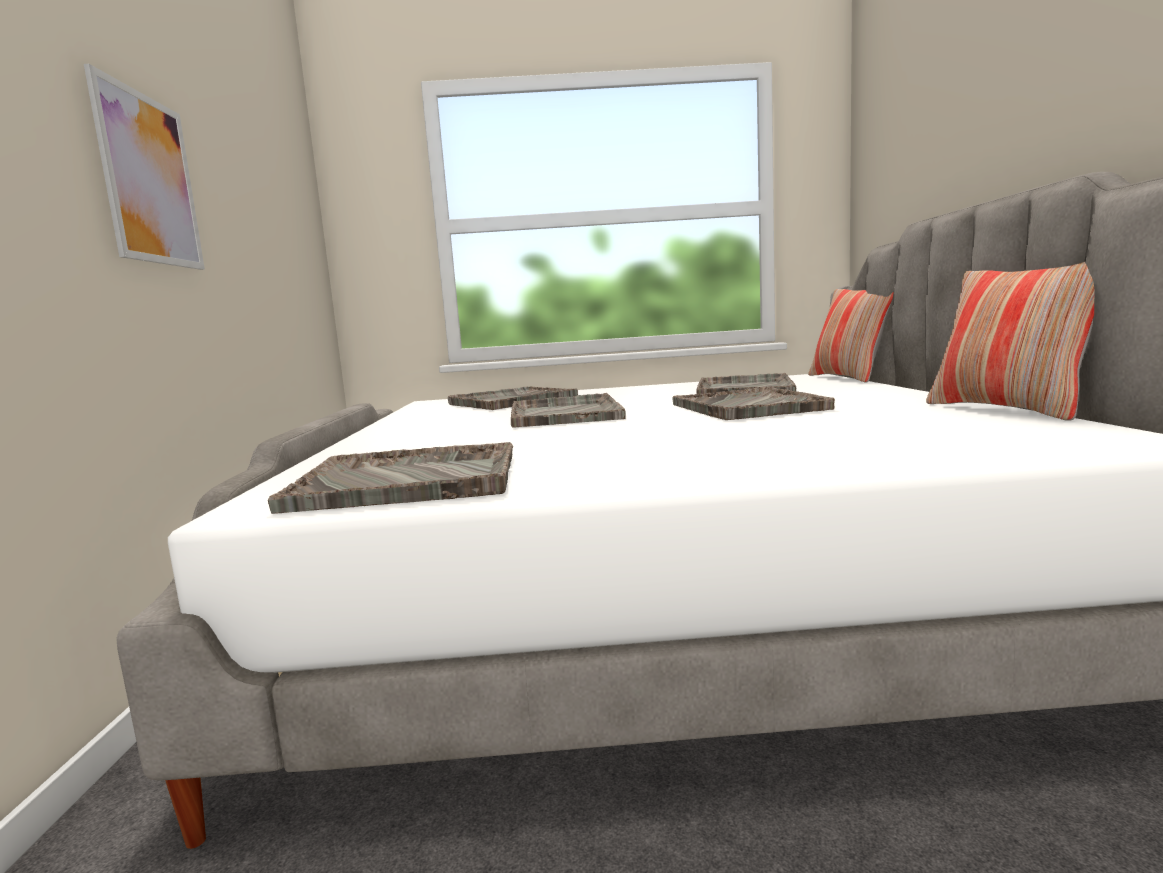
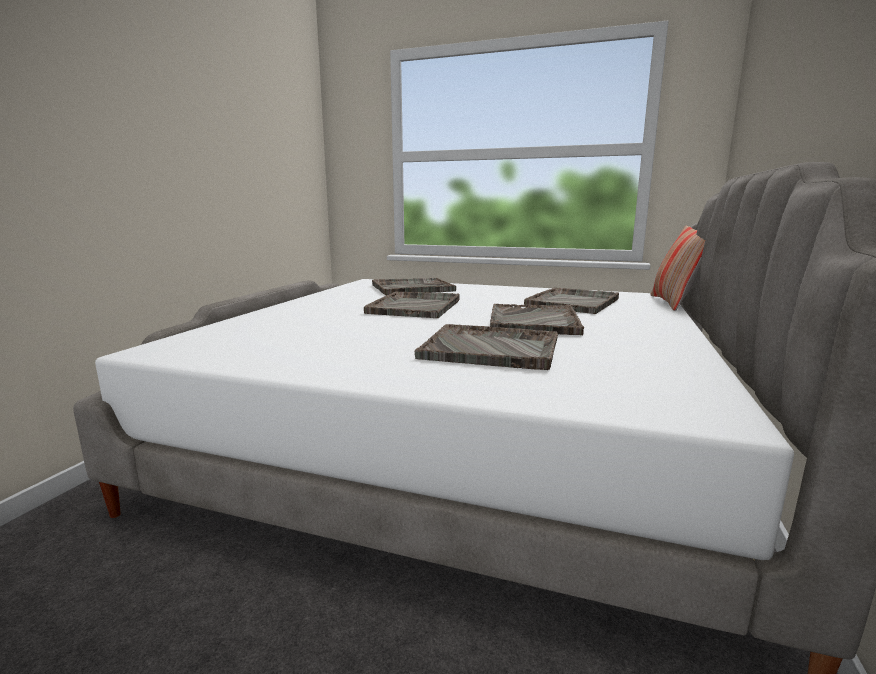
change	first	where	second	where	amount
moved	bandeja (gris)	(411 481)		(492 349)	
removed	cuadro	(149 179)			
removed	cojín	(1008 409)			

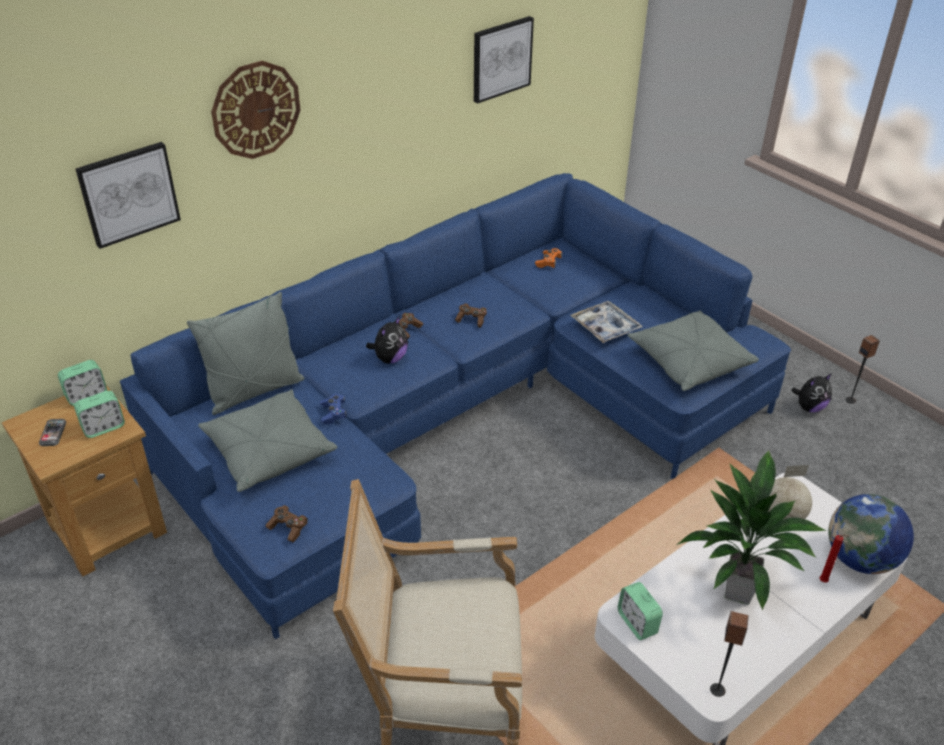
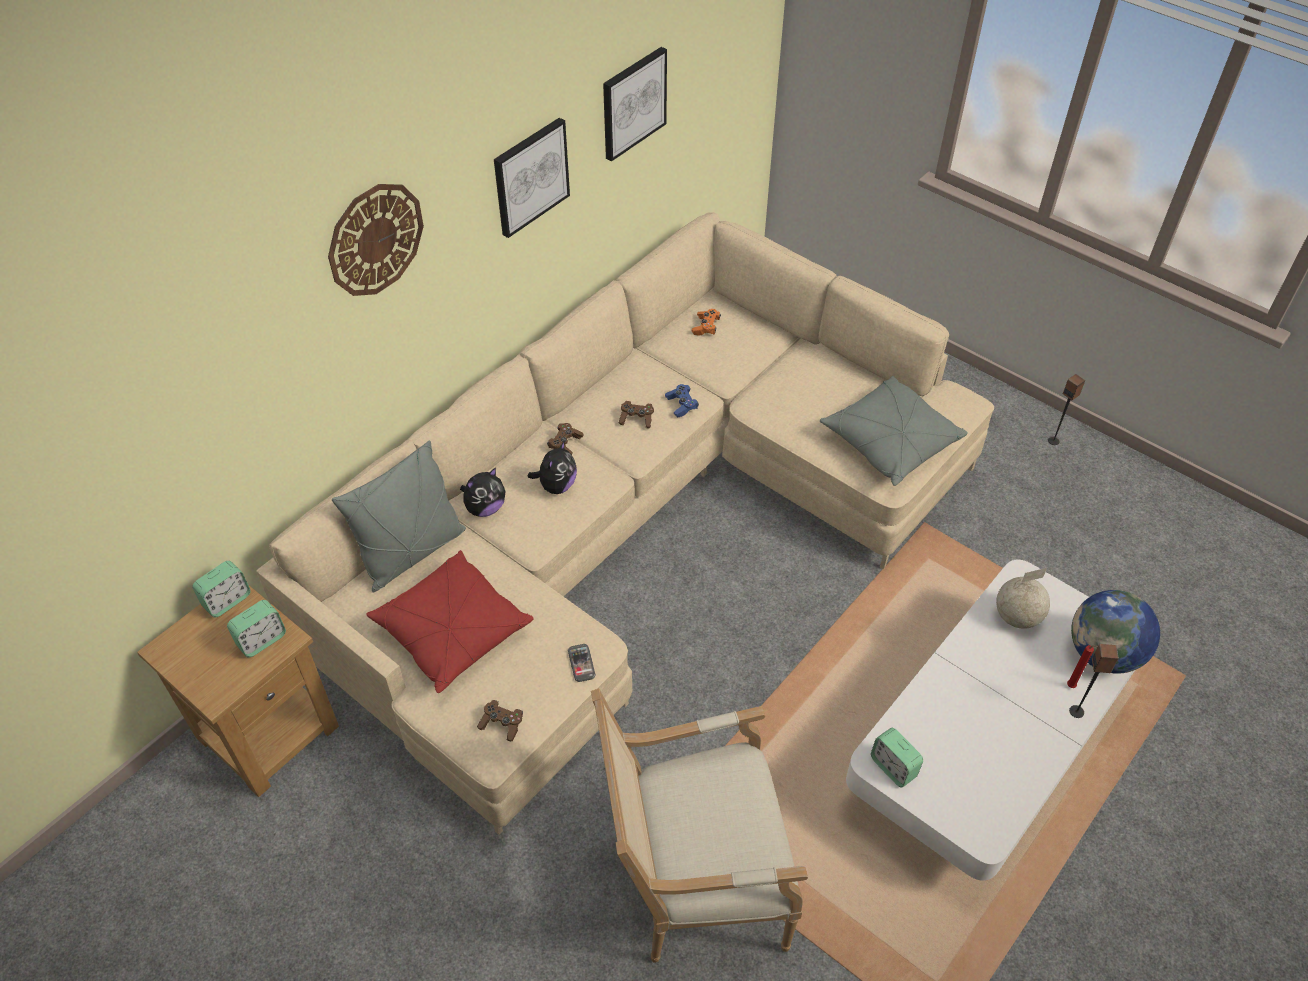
change	first	where	second	where	amount
recoloured	sofá (azul)	(462 415)	sofá (beis)	(636 523)	
recoloured	cojín (gris)	(268 452)	cojín (rojo)	(452 631)	
moved	peluche	(809 407)		(485 508)	
moved	cuadro	(128 193)		(530 176)	
moved	móvil	(53 433)		(581 663)	
moved	mando de consola (azul)	(333 413)		(681 405)	
moved	altavoz	(718 690)		(1077 711)	
removed	bandeja	(605 327)			
removed	planta en maceta	(739 591)			

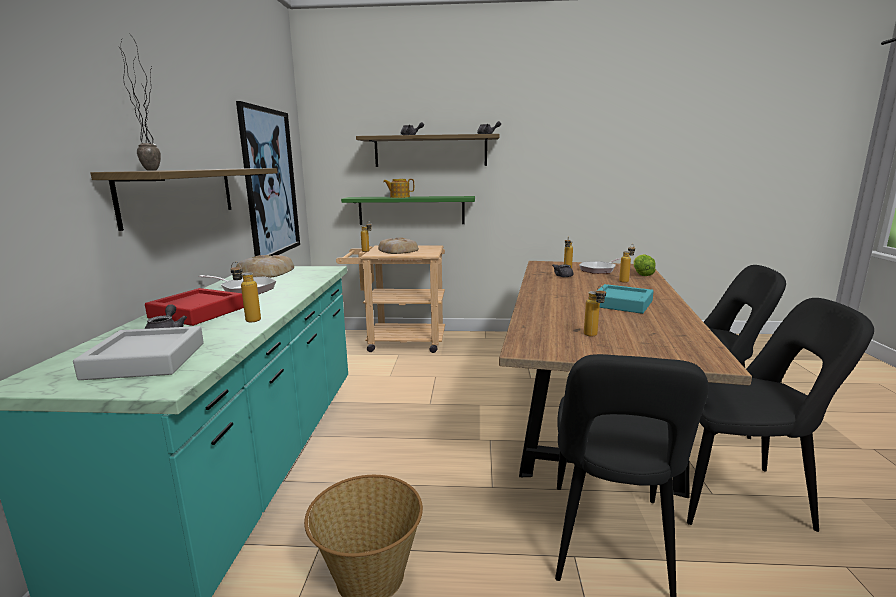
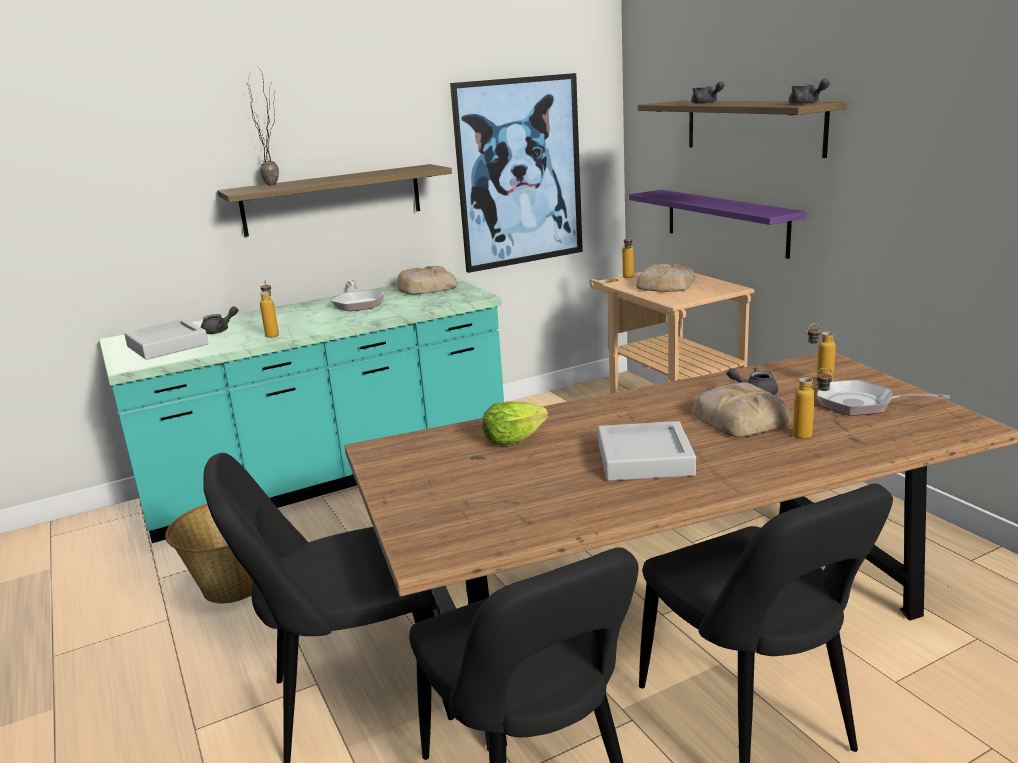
change	first	where	second	where	amount
moved	lechuga	(642 274)		(513 440)	
recoloured	bandeja (turquesa)	(621 304)	bandeja (gris)	(644 459)	
recoloured	estante (verde)	(411 210)	estante (morado)	(725 222)	
added			pan	(740 418)	
removed	bandeja (rojo)	(197 313)			
removed	tetera	(399 197)			
removed	botella	(593 336)			

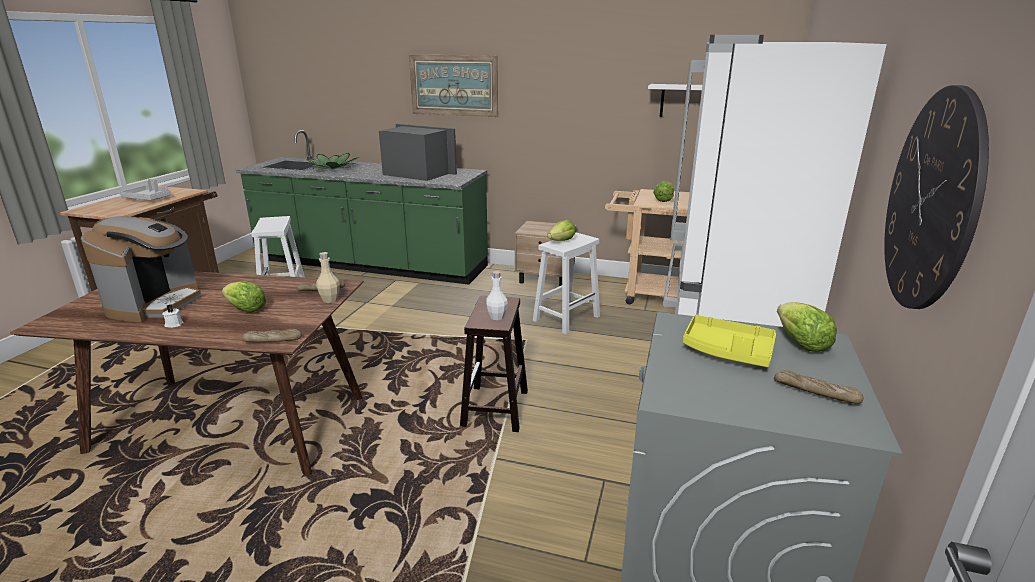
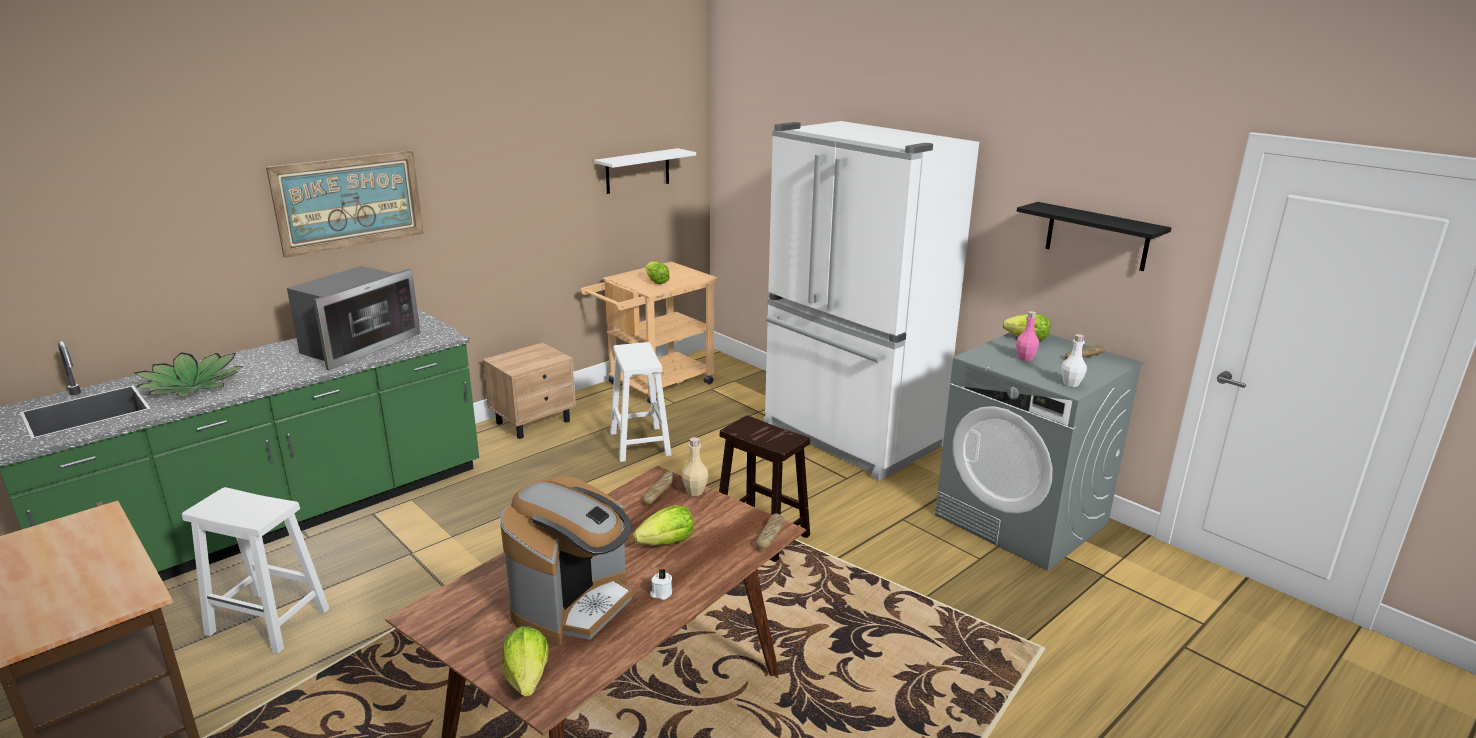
change	first	where	second	where	amount
turned	microondas	(416 174)		(357 345)	150 degrees clockwise
turned	cafetera	(156 304)		(574 604)	75 degrees clockwise
moved	lechuga	(561 241)		(527 678)	
replaced	bandeja (amarillo)	(727 351)	botella (rosa)	(1025 358)	
replaced	reloj de pared	(931 200)	estante (negro)	(1097 236)	
moved	botella (blanco)	(497 317)		(1071 384)	
removed	bandeja (gris)	(149 199)			

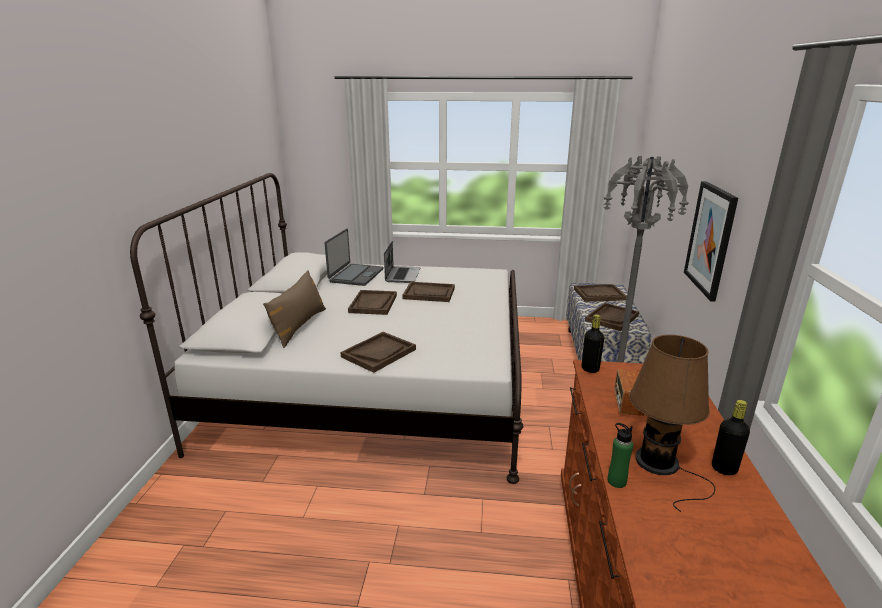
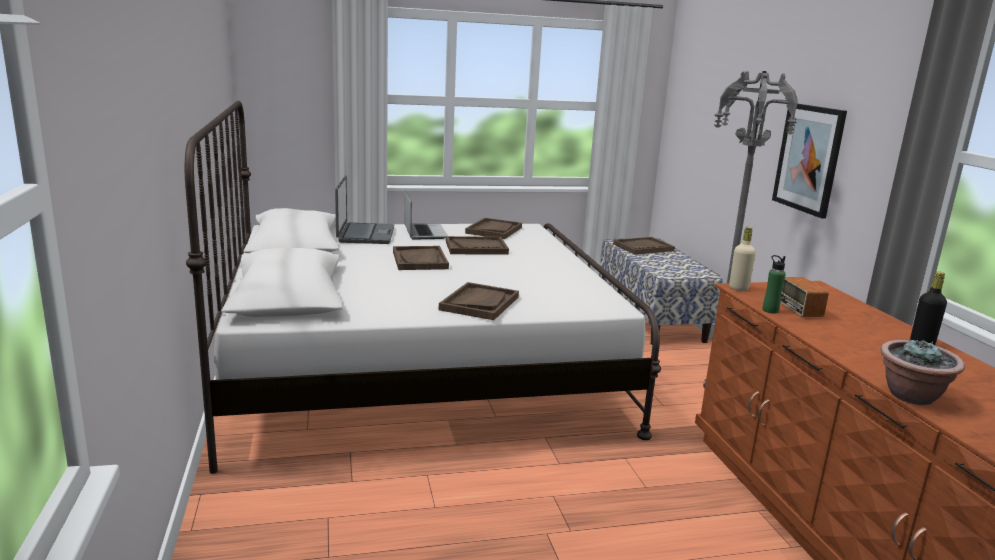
change	first	where	second	where	amount
moved	bandeja (marrón)	(611 318)		(494 230)	
recoloured	botella (negro)	(590 369)	botella (beis)	(738 288)	
moved	botella (verde)	(616 481)		(770 310)	
added			planta en maceta	(912 396)	
removed	cojín (marrón)	(299 326)			
removed	lámpara de mesa (marrón)	(660 465)			

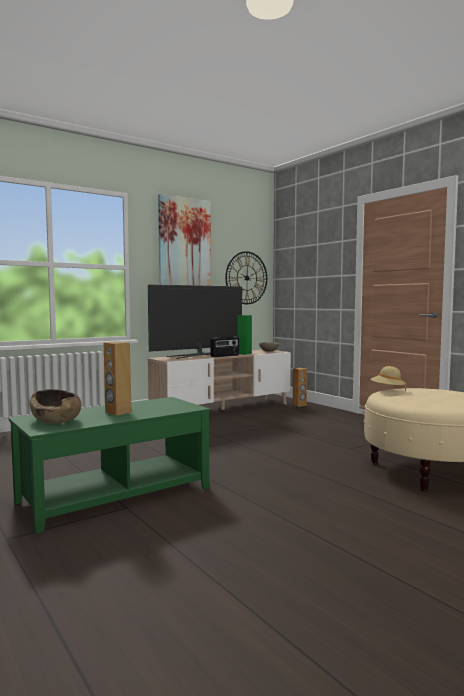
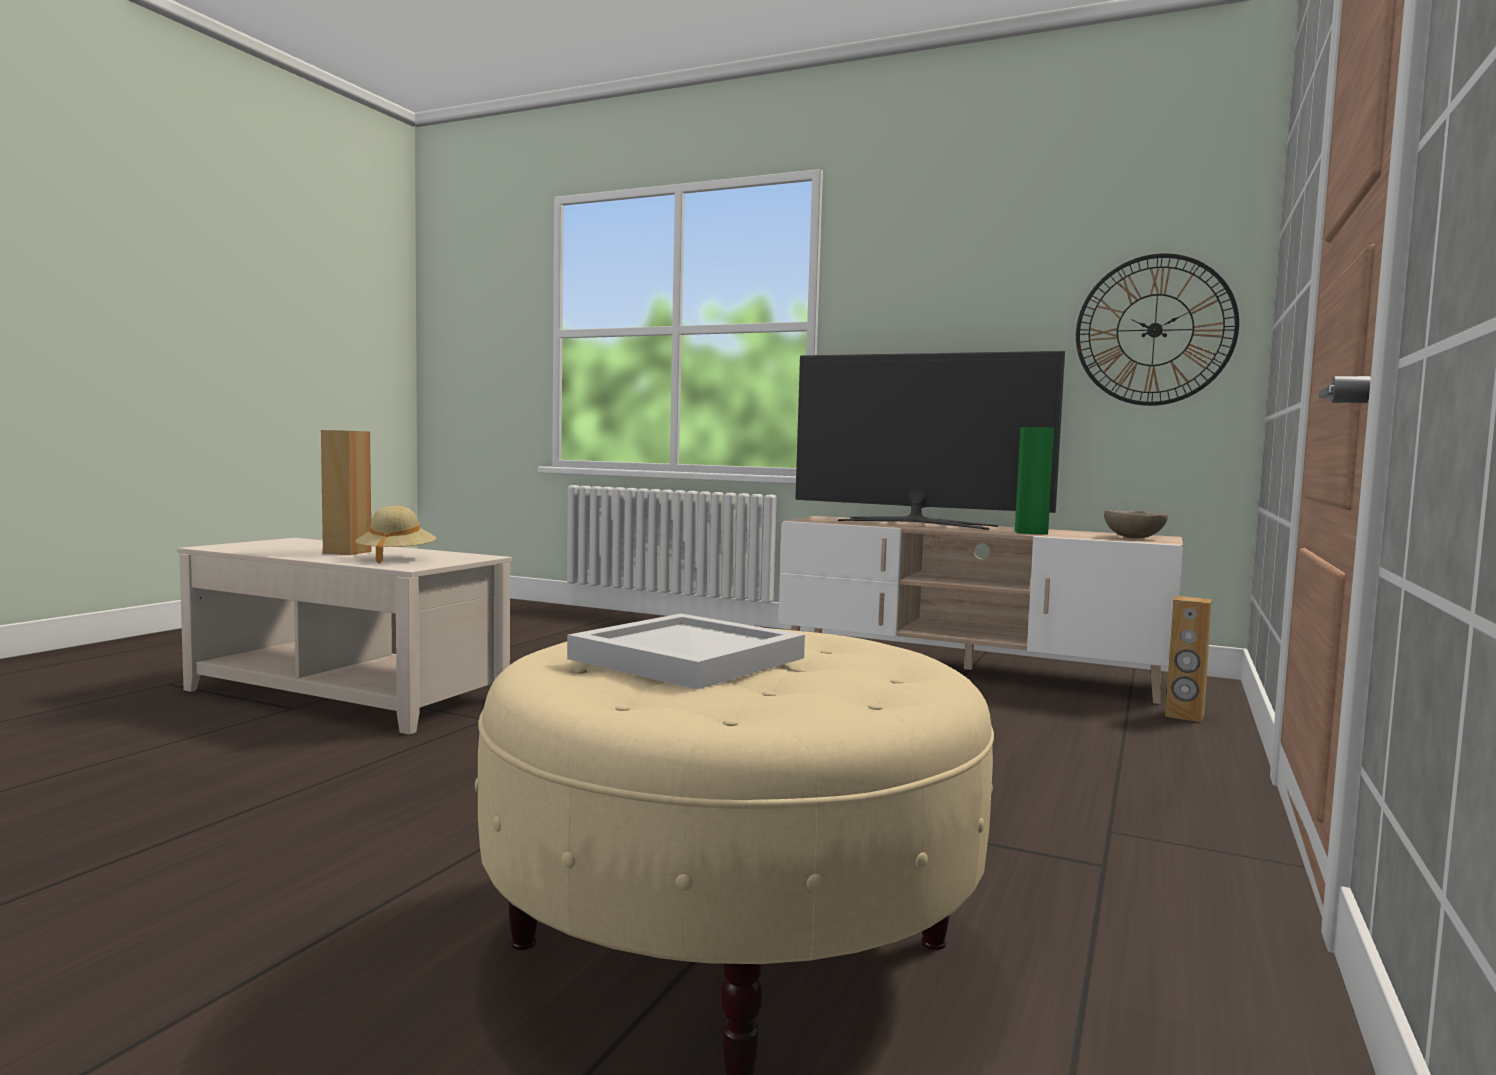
change	first	where	second	where	amount
recoloured	mesa de centro (verde)	(115 495)	mesa de centro (beis)	(347 694)	
moved	sombrero (beis)	(387 390)		(396 558)	
added			bandeja (blanco)	(687 657)	
removed	cuenco (marrón)	(56 420)			
removed	cuadro	(184 243)			
removed	radio	(225 356)			

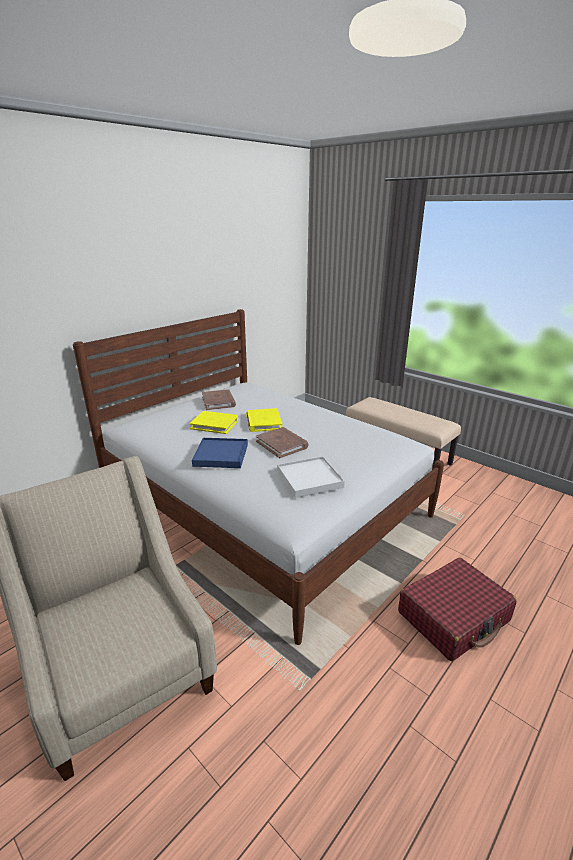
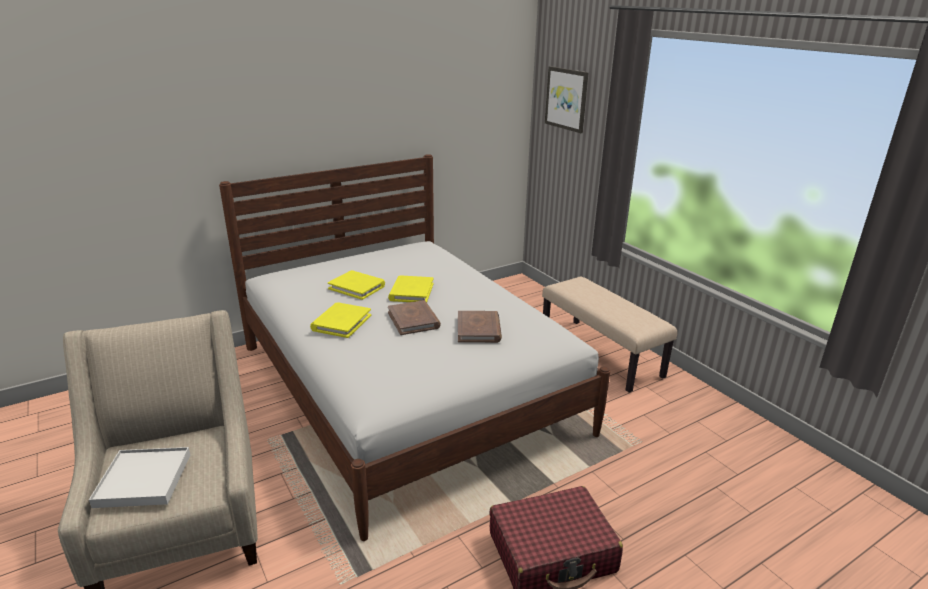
change	first	where	second	where	amount
moved	bandeja (blanco)	(309 479)		(143 480)	
replaced	bandeja (azul)	(221 455)	libro (amarillo)	(341 322)	
moved	libro (marrón)	(218 401)		(478 329)	
added			cuadro	(566 99)	

